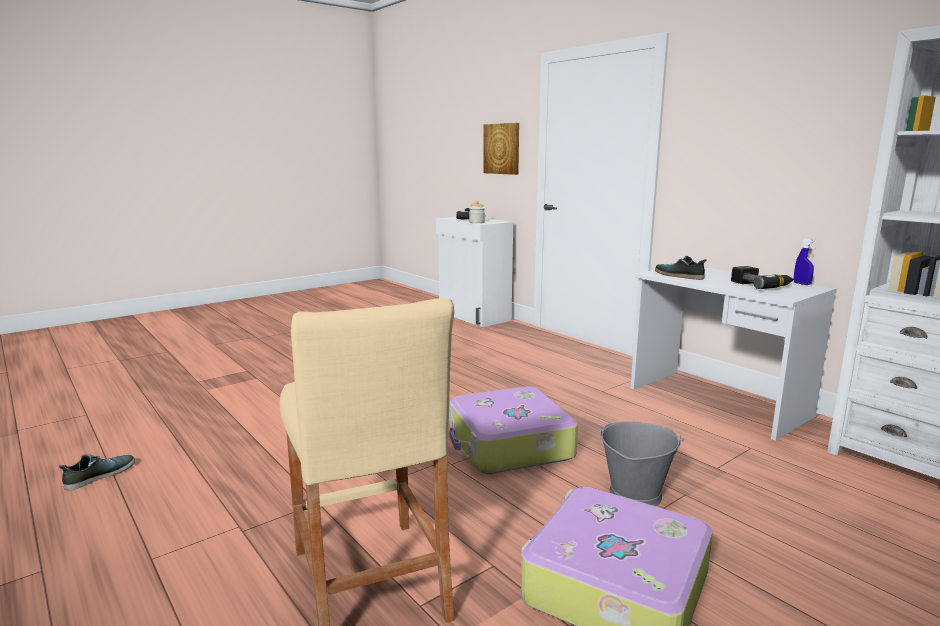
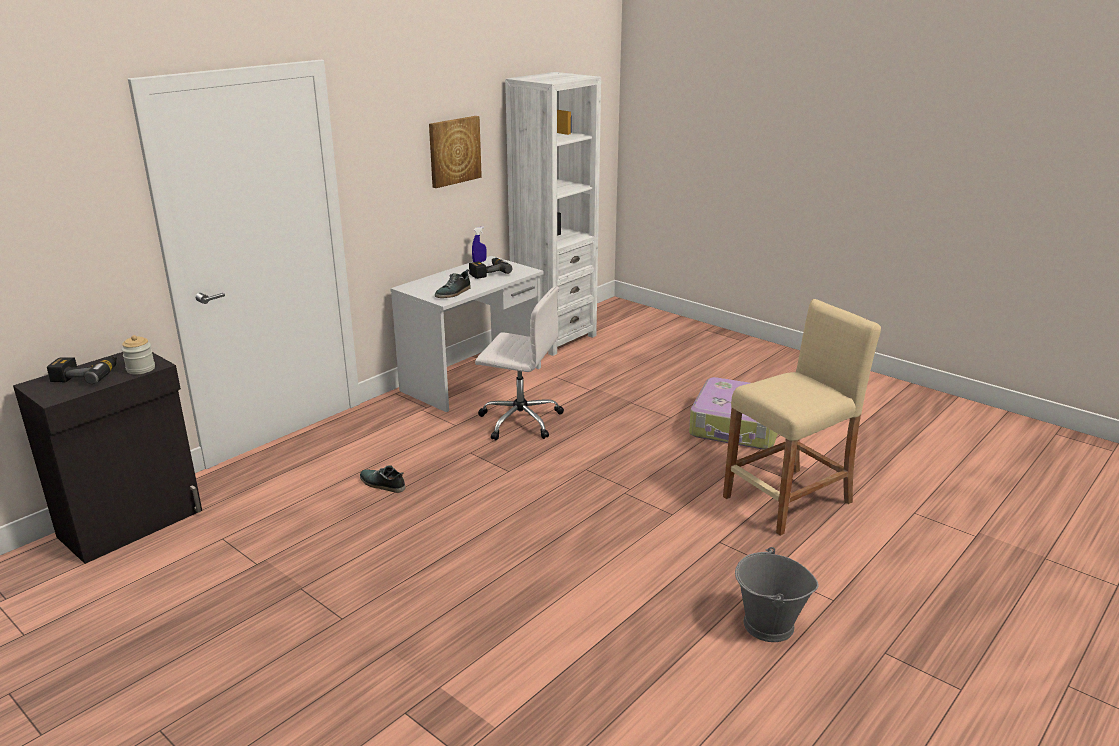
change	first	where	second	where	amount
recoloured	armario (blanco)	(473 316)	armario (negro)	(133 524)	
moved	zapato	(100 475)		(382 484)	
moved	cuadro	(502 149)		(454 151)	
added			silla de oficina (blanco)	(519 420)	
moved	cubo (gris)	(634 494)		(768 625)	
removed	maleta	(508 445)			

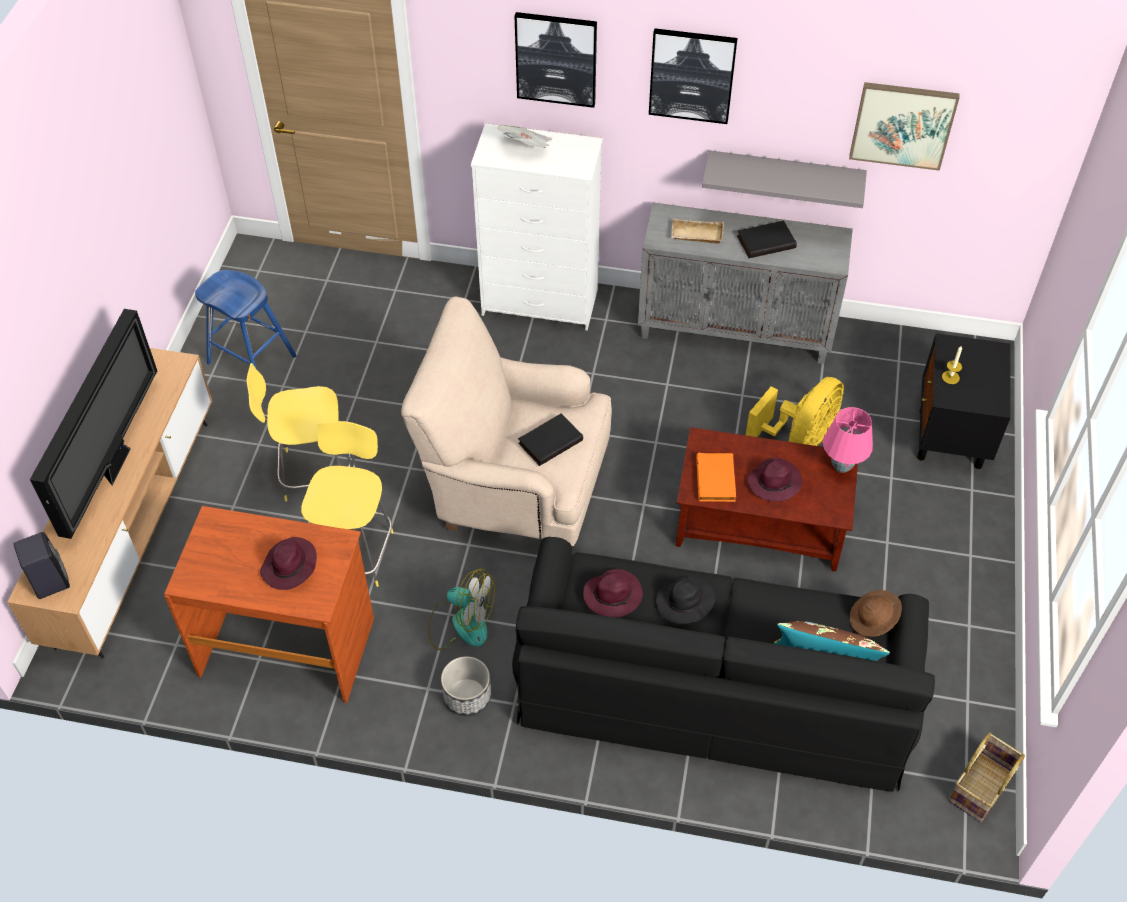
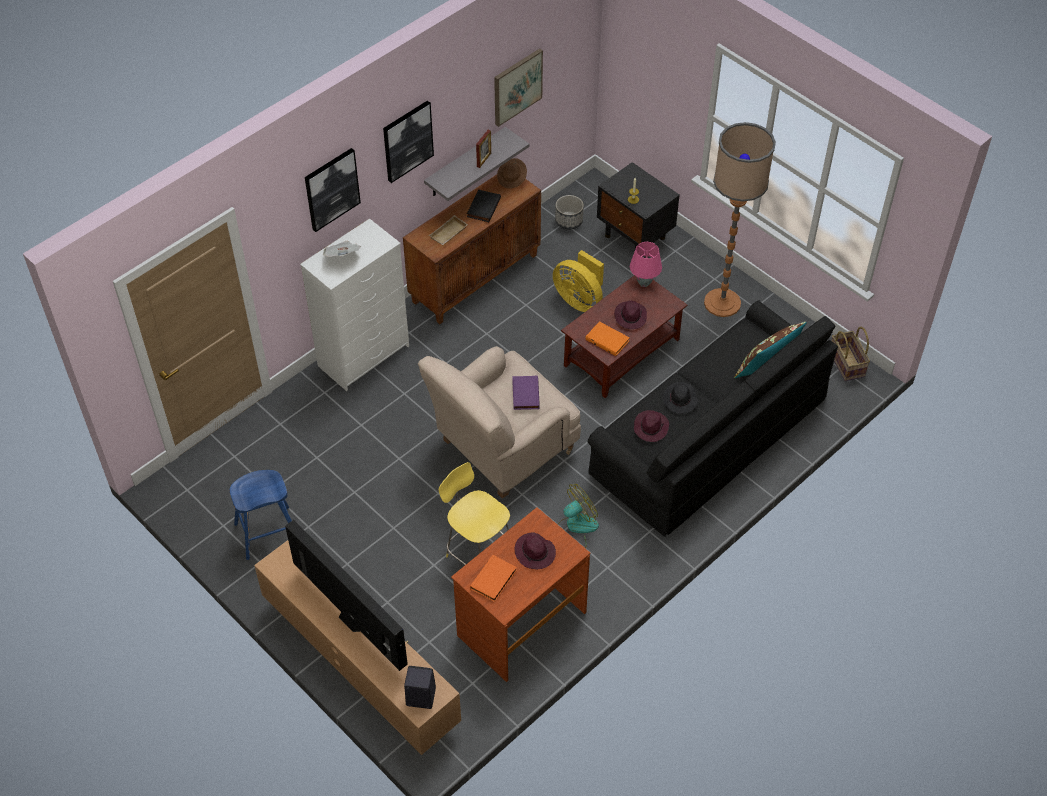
change	first	where	second	where	amount
recoloured	armario (gris)	(736 330)	armario (marrón)	(475 277)	
added			libro (naranja)	(494 580)	
added			portarretratos	(484 160)	
moved	sombrero (marrón)	(873 620)		(512 179)	
recoloured	libro (negro)	(550 441)	libro (morado)	(524 394)	
turned	ventilador (amarillo)	(799 440)		(579 300)	150 degrees clockwise
moved	maceta	(467 697)		(569 221)	
added			lámpara de pie	(722 303)	
removed	taburete (amarillo)	(313 473)			

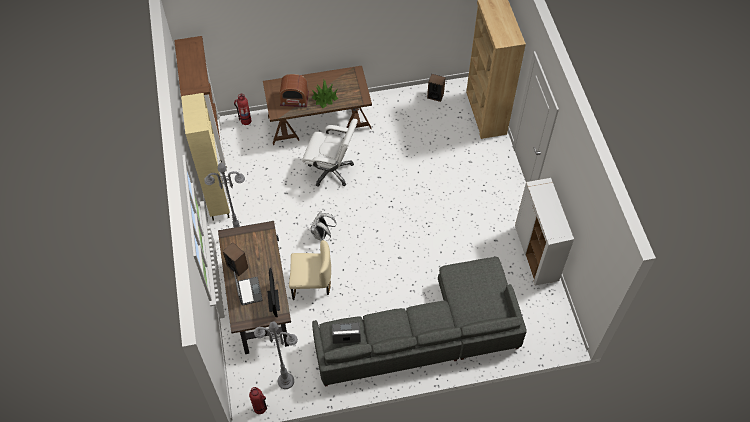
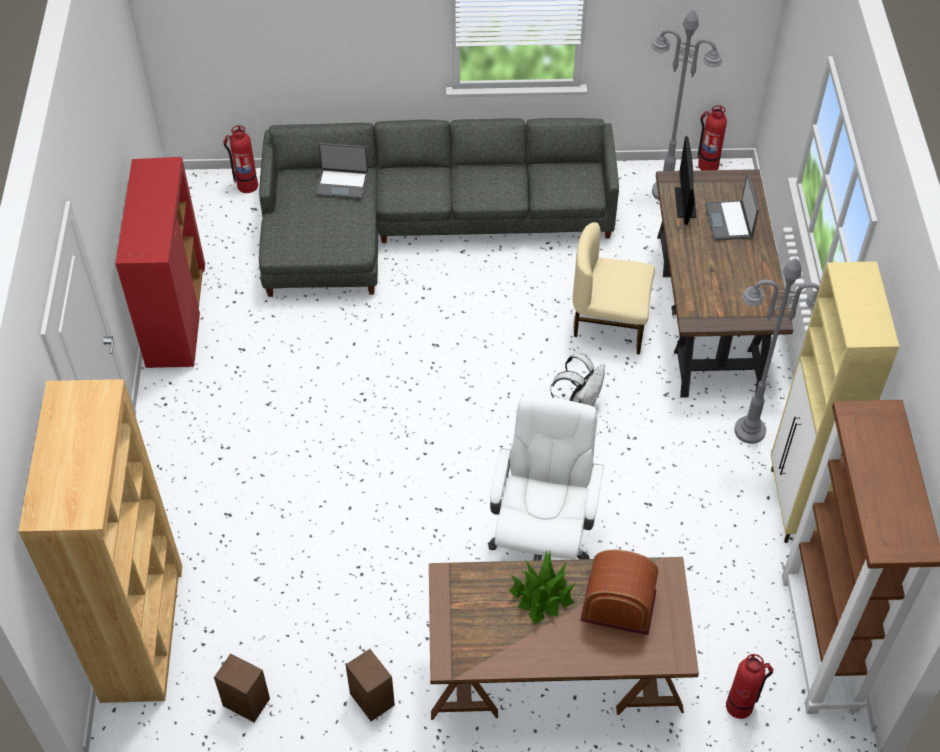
change	first	where	second	where	amount
recoloured	armario (blanco)	(536 254)	armario (rojo)	(176 316)	
added			extintor	(247 185)	
moved	portátil	(346 334)		(342 184)	
moved	altavoz	(237 266)		(372 699)	
turned	silla de oficina (blanco)	(331 170)		(541 540)	75 degrees clockwise

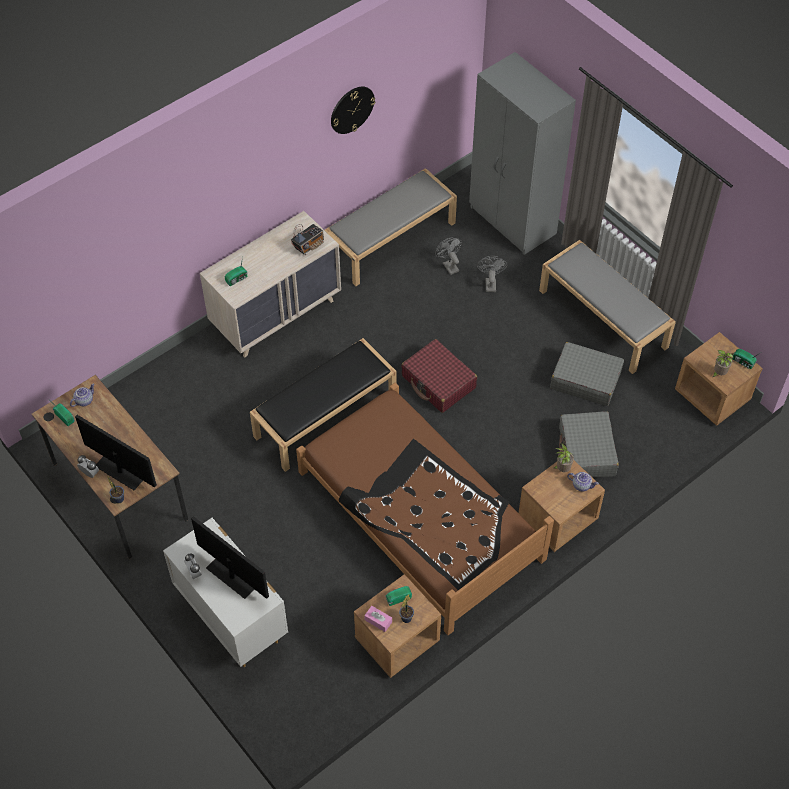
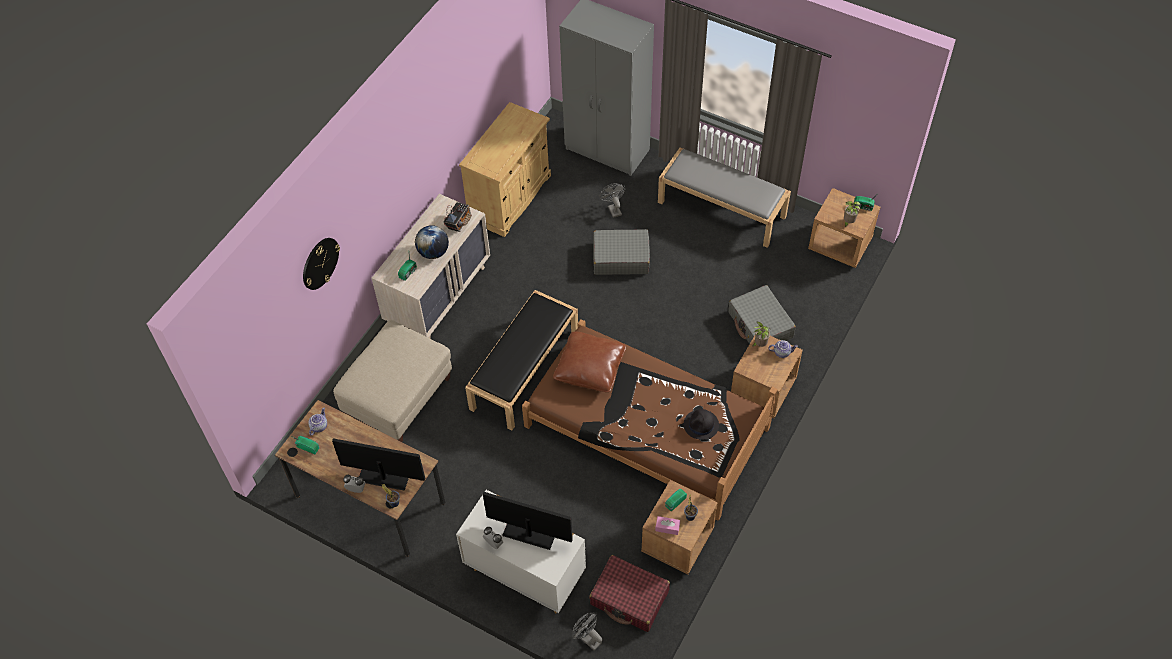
change	first	where	second	where	amount
moved	reloj de pared	(352 109)		(320 263)	
added			puf (beis)	(398 397)	
added			globo terráqueo	(433 252)	
replaced	banco (gris)	(391 239)	armario (beis)	(510 198)	
added			cojín (marrón)	(590 368)	
moved	ventilador (gris)	(449 265)		(588 638)	
moved	maleta (rojo)	(438 382)		(629 598)	
moved	maleta (gris)	(585 380)		(620 258)	
added			sombrero (negro)	(701 425)	

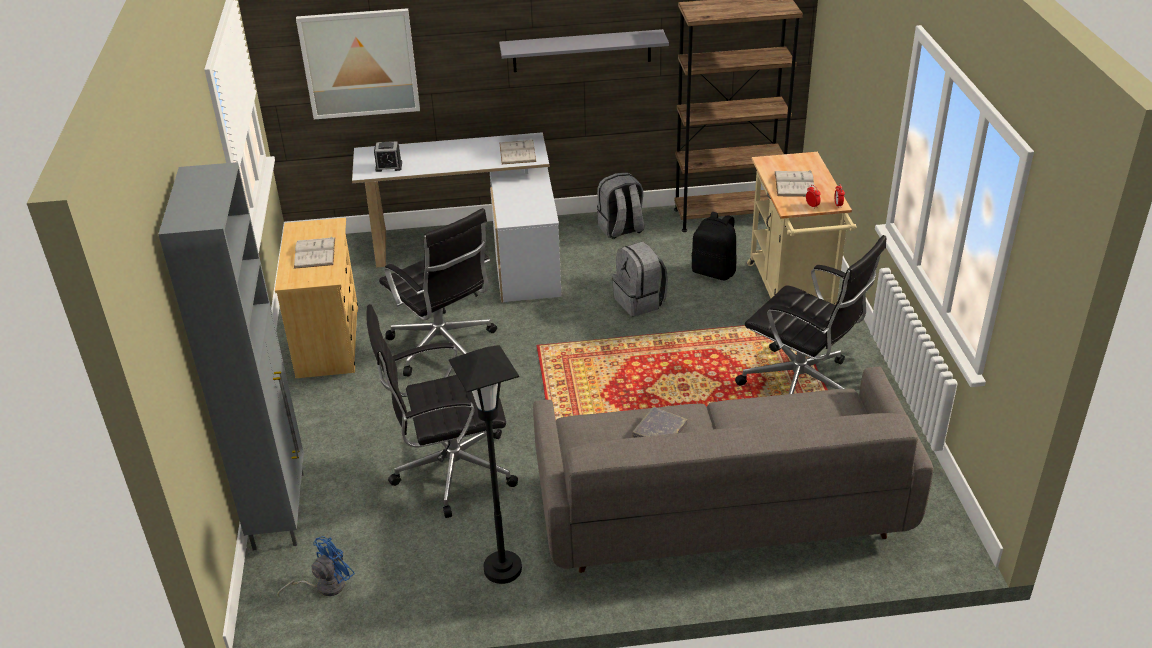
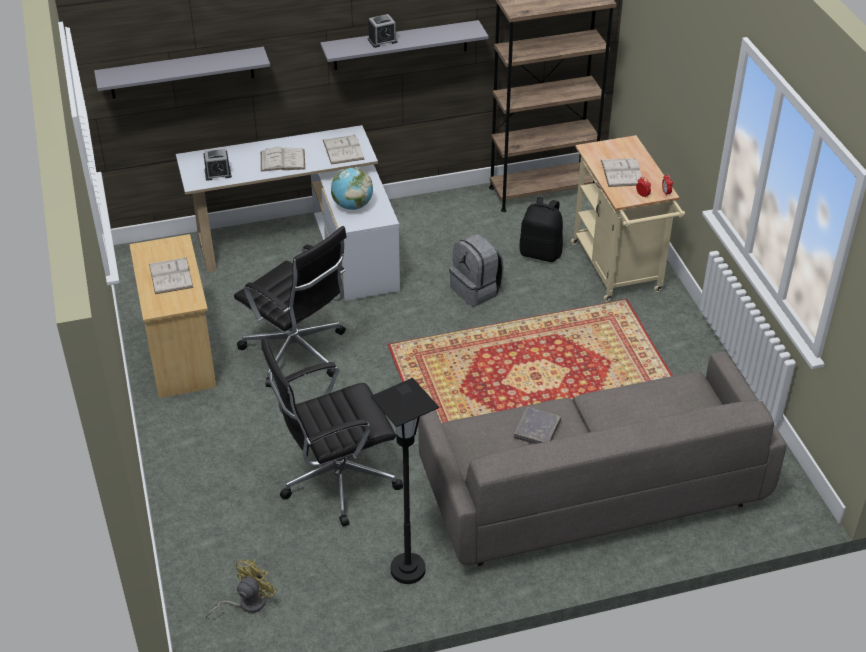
change	first	where	second	where	amount
replaced	cuadro	(360 63)	estante (gris)	(182 73)	
recoloured	ventilador (azul)	(324 586)	ventilador (amarillo)	(246 603)	
added			libro (blanco)	(282 160)	
added			globo terráqueo	(352 206)	
added			despertador	(382 40)	
removed	armario (gris)	(280 509)			
removed	mochila (gris)	(621 229)			
removed	silla de oficina (negro)	(802 386)			

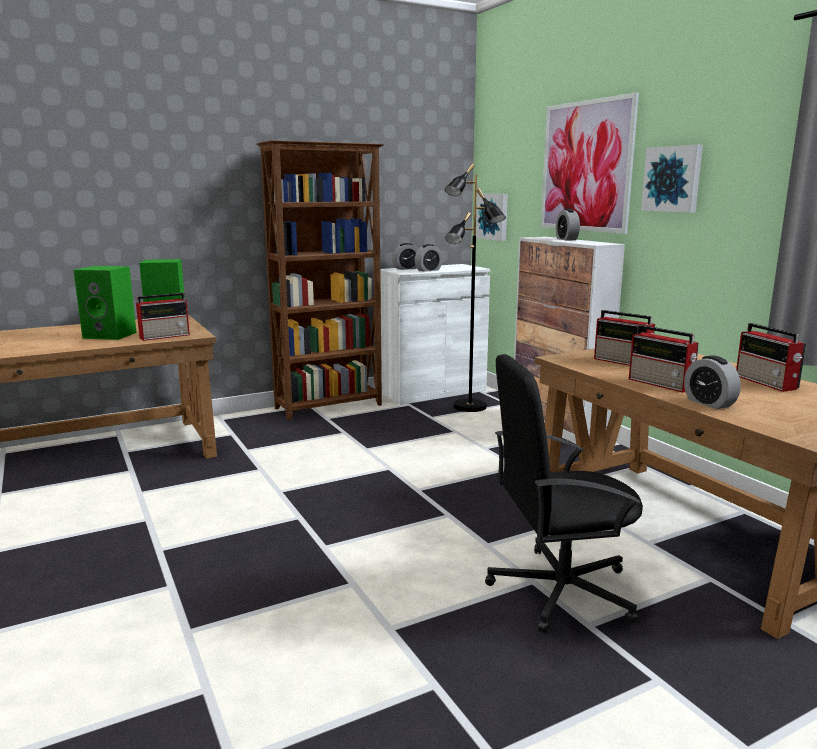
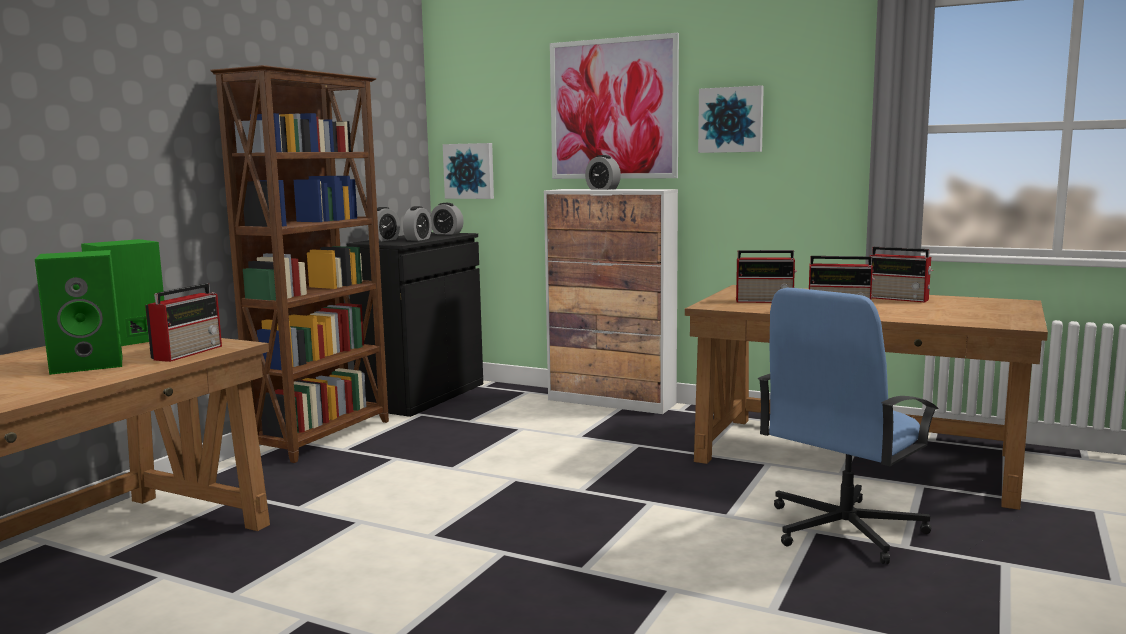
change	first	where	second	where	amount
recoloured	armario (blanco)	(432 391)	armario (negro)	(423 396)	
moved	despertador	(709 403)		(447 233)	
recoloured	silla de oficina (negro)	(559 590)	silla de oficina (azul)	(842 529)	
removed	lámpara de pie (negro)	(469 407)			

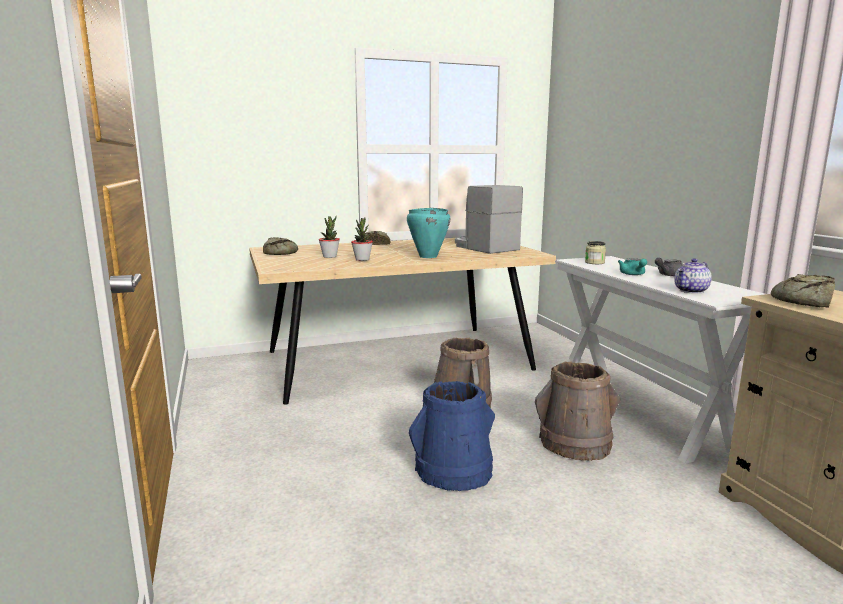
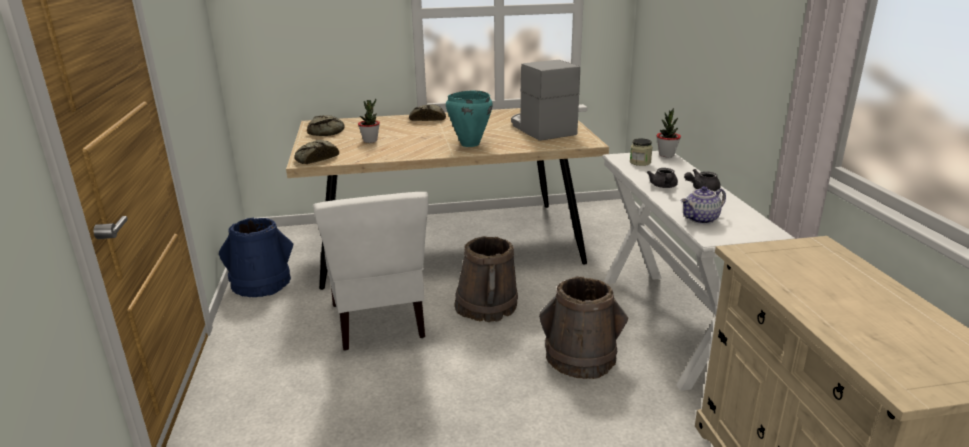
change	first	where	second	where	amount
moved	cubo (azul)	(454 470)		(261 283)	
moved	pan	(803 301)		(315 158)	
added			silla (blanco)	(380 321)	
recoloured	tetera (turquesa)	(633 274)	tetera (gris)	(663 186)	
moved	planta en maceta	(362 259)		(666 155)	

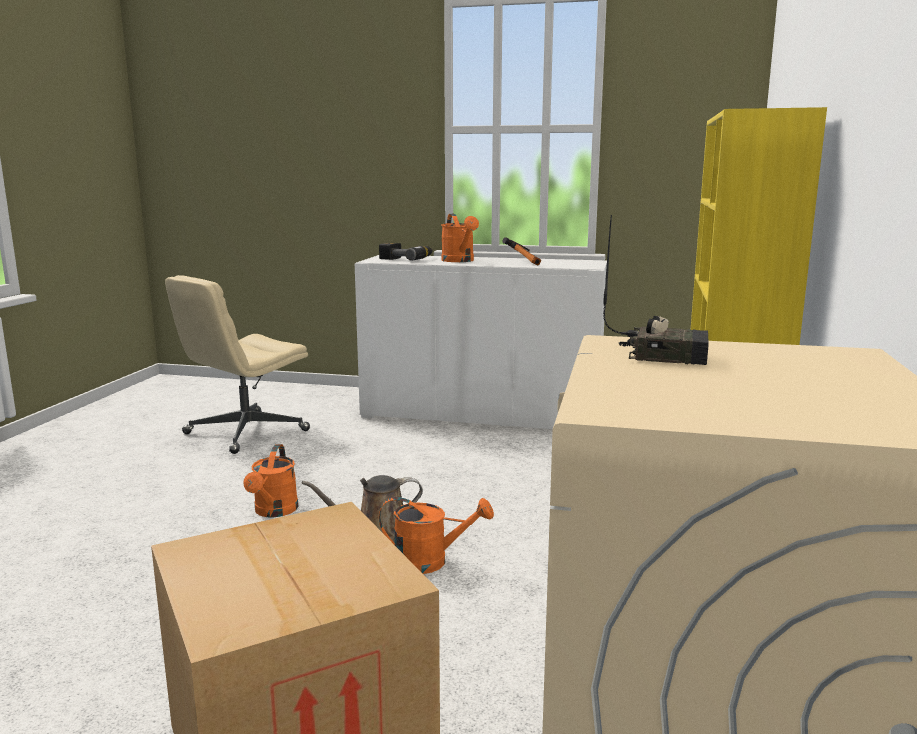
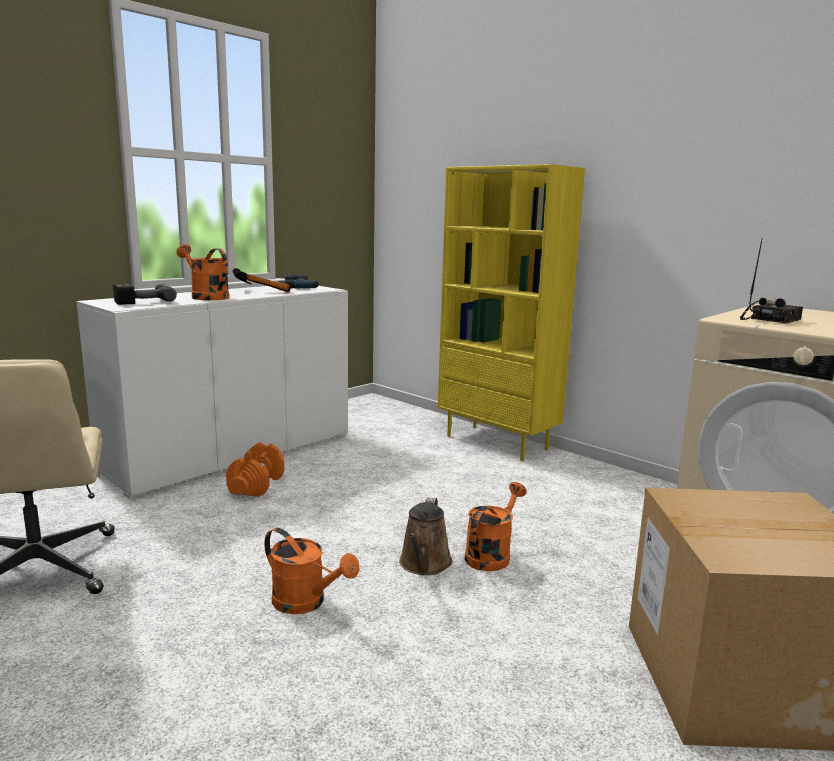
change	first	where	second	where	amount
turned	regadera (naranja)	(460 261)		(206 297)	150 degrees counterclockwise
added			mancuerna (naranja)	(256 485)	
added			taladro	(294 287)	

